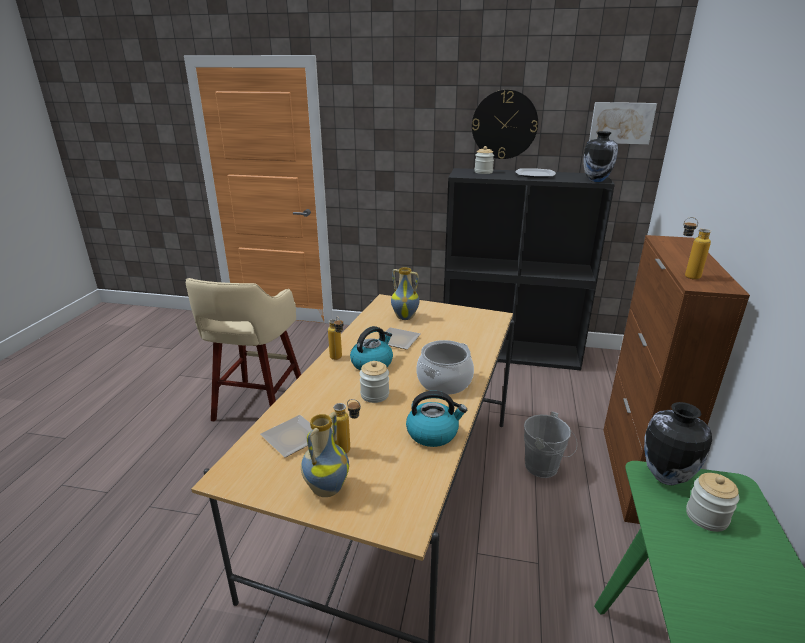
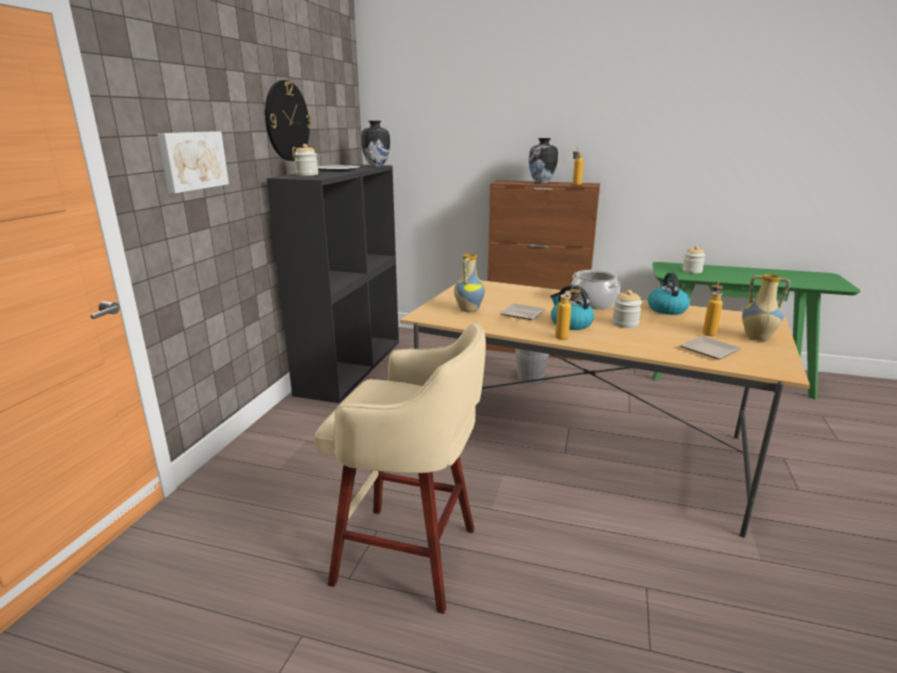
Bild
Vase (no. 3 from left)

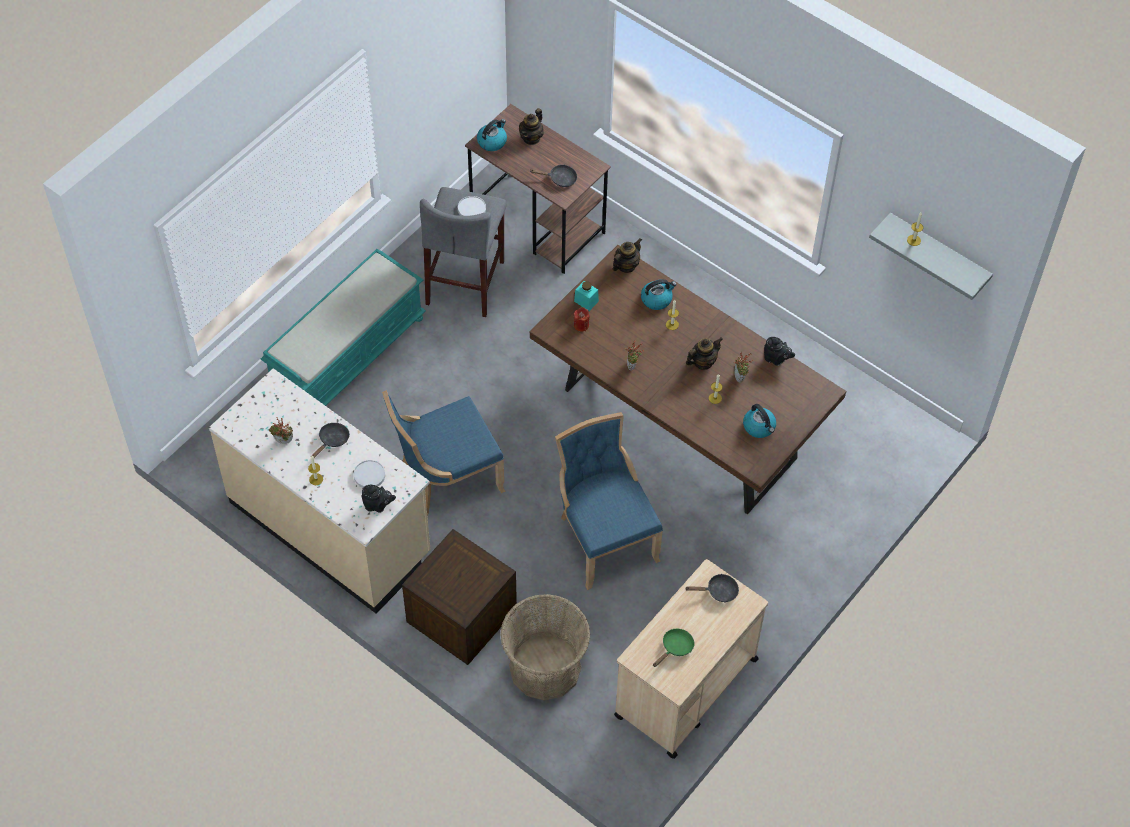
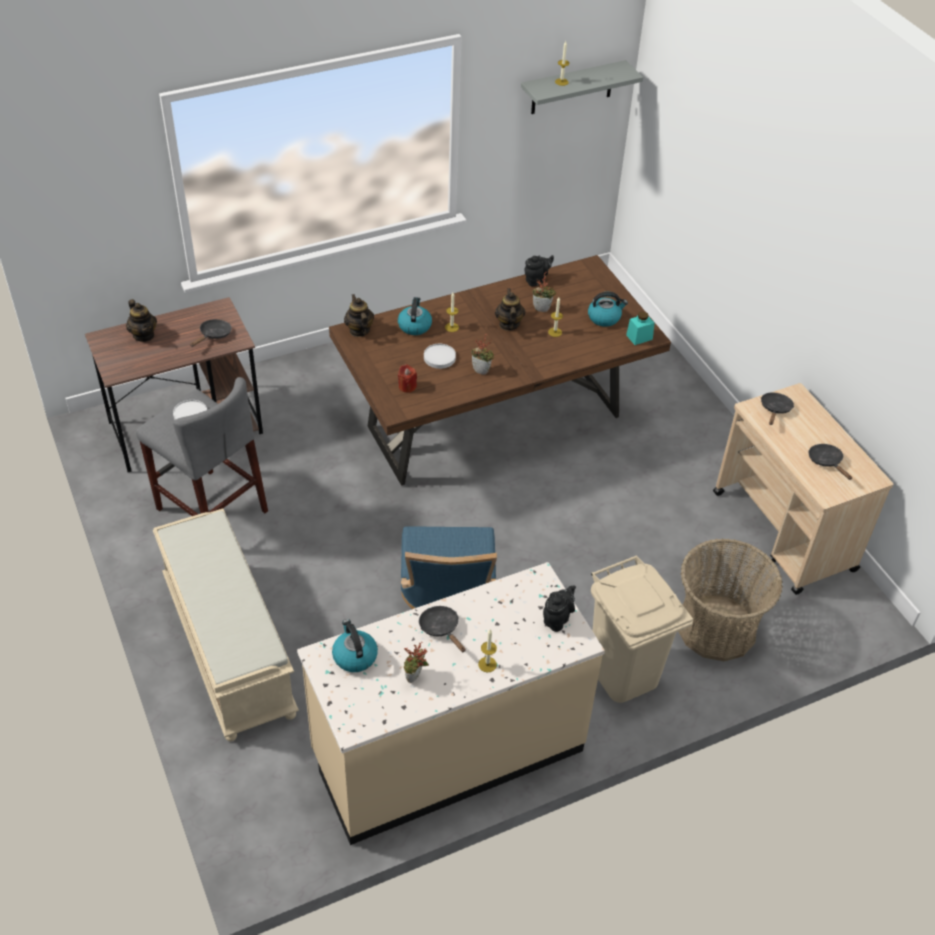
Bank/beige
Teller/weiß (no. 2 from left)
Mülleimer/beige
Wasserkessel (no. 1 from left)
Stuhl/blau (no. 2 from left in the first image)
Vorratsglas/türkis
Pfanne/schwarz (no. 4 from left)

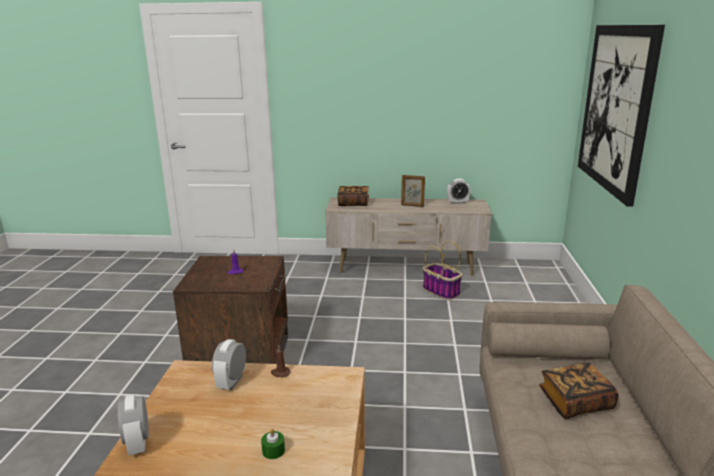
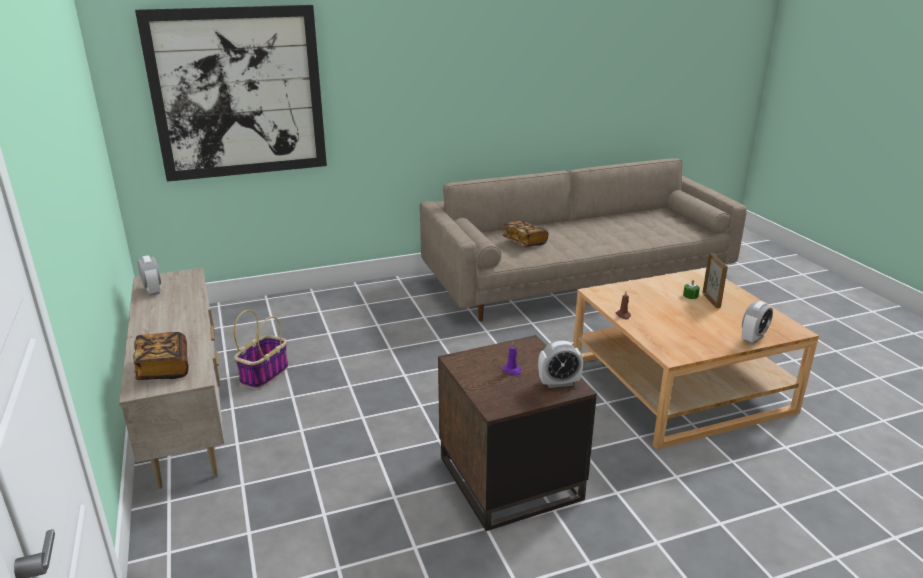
Wecker (no. 2 from left)
Bilderrahmen

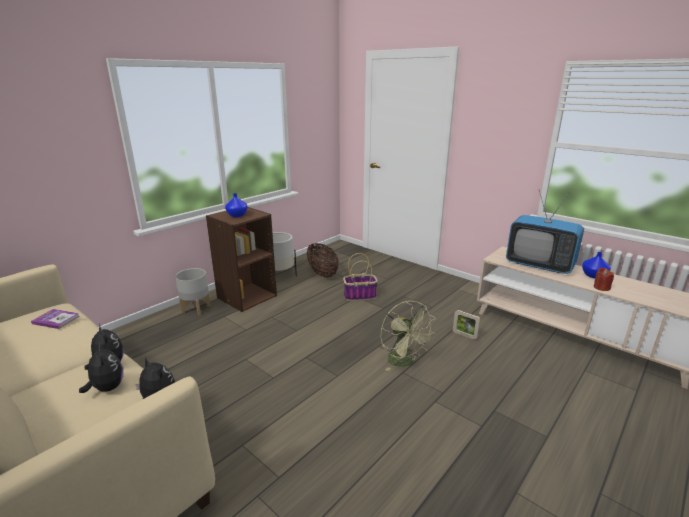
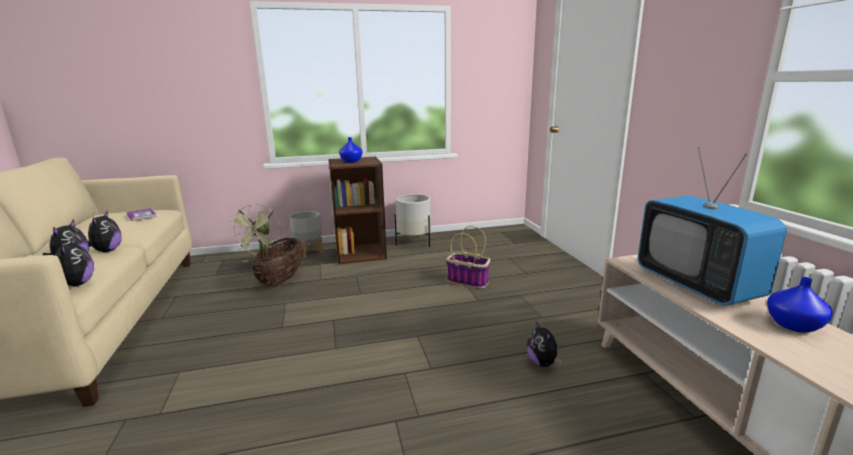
Korb (no. 1 from left)
Ventilator/grün
Plüschtier (no. 4 from left)
Kerze/rot

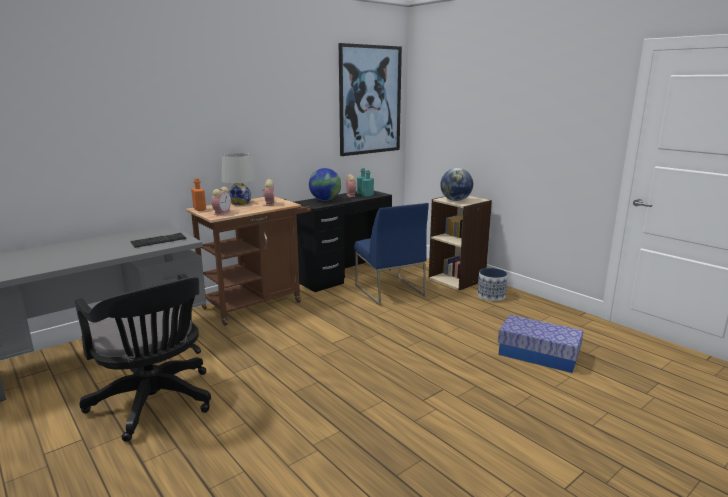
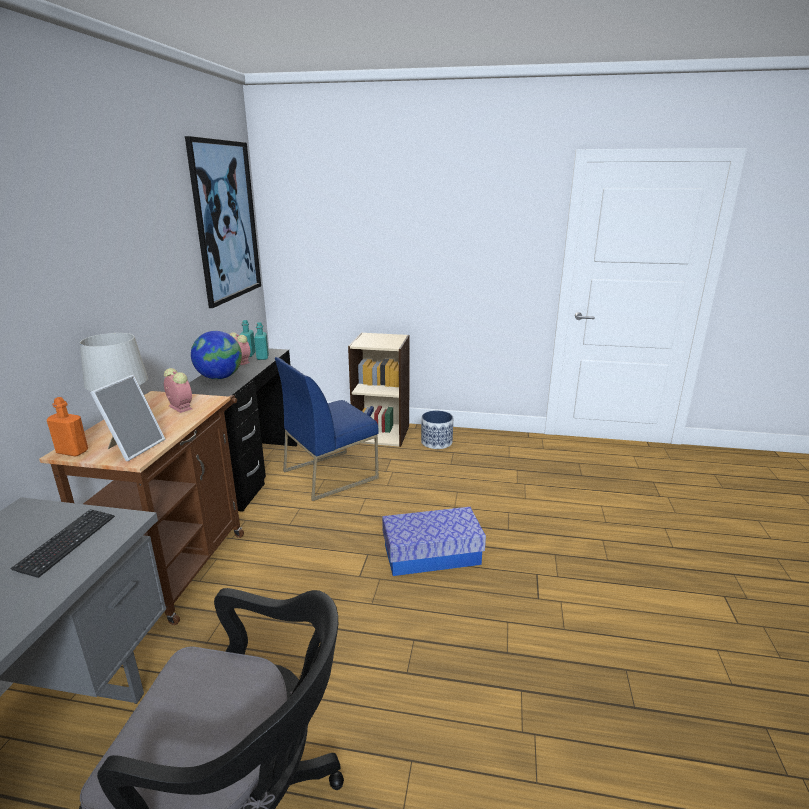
Bilderrahmen
Stuhl/blau
Globus (no. 2 from left in the first image)
Aufbewahrungsbox

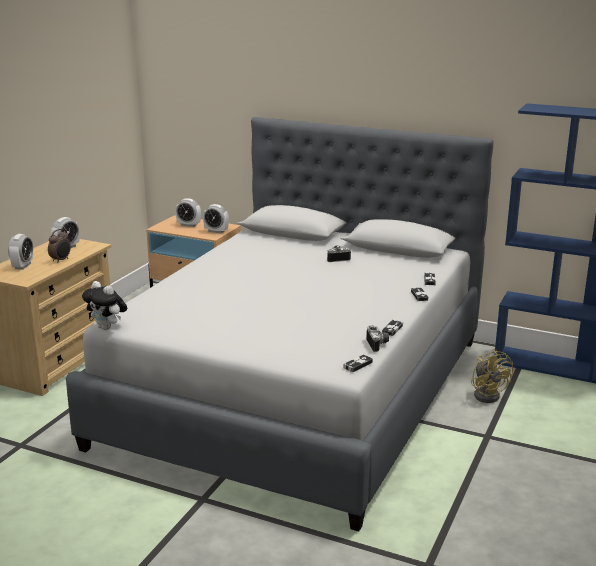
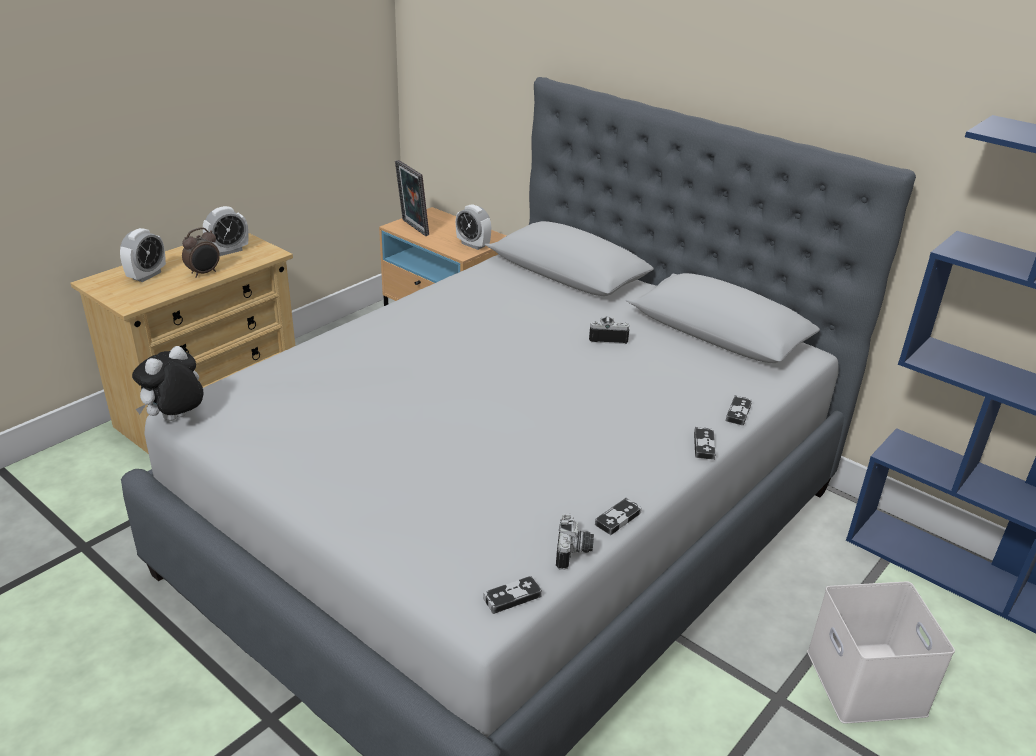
Plüschtier
Wecker (no. 4 from left in the first image)
Ventilator/gelb
Bilderrahmen
Aufbewahrungsbox/weiß

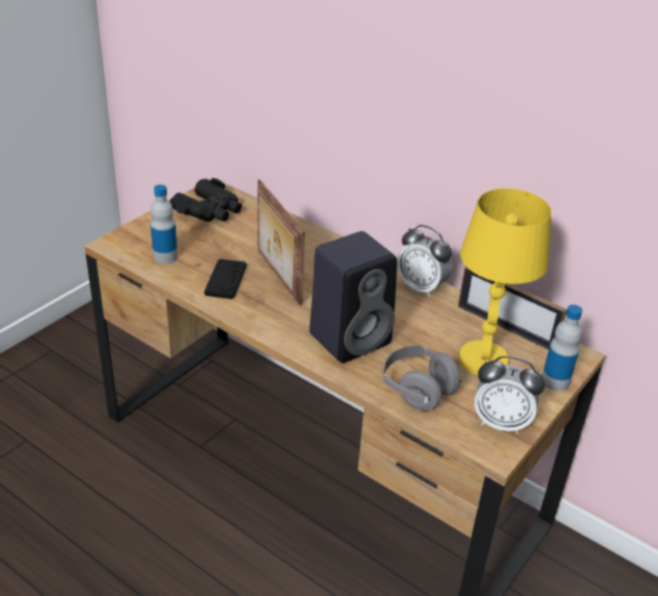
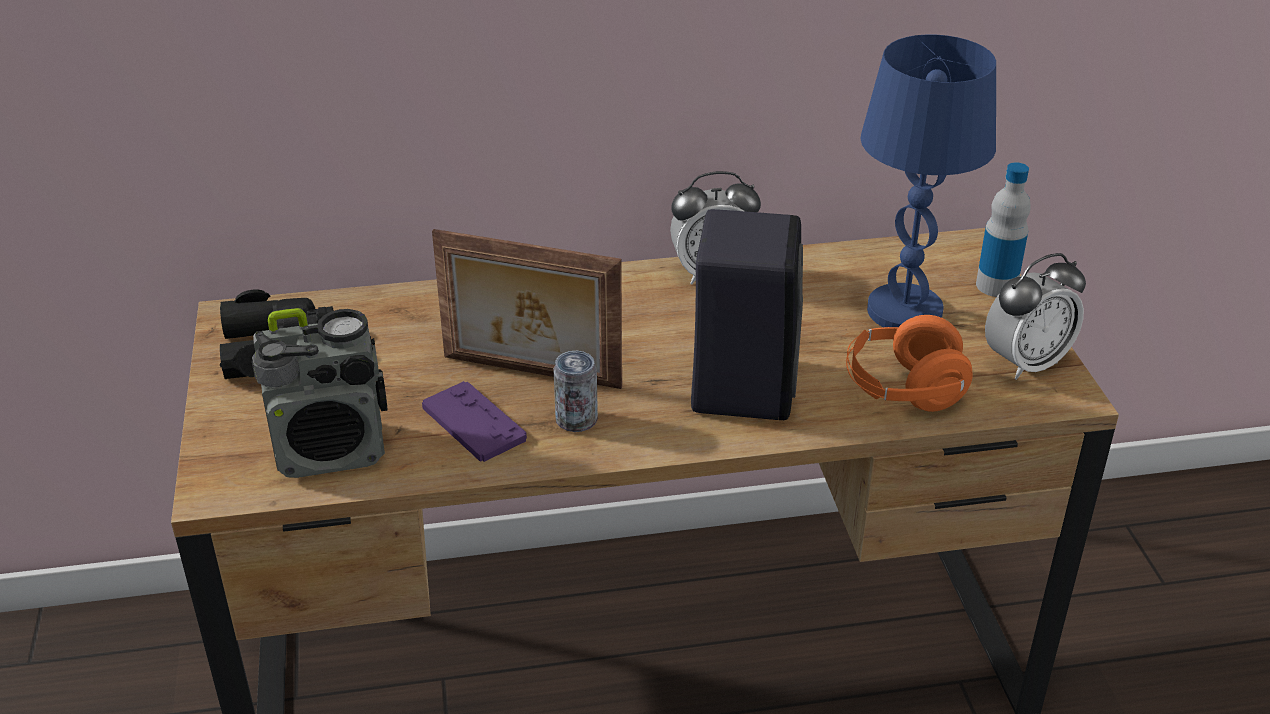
Radio
Gamepad/lila
Kopfhörer/orange
Bilderrahmen (no. 2 from left in the first image)
Tischlampe/blau
Dose

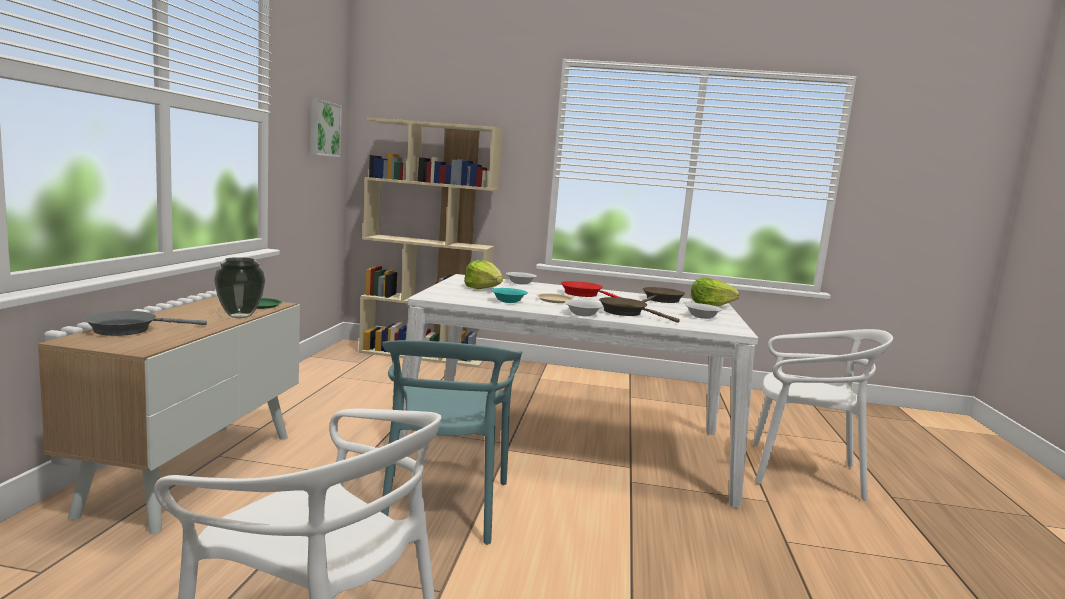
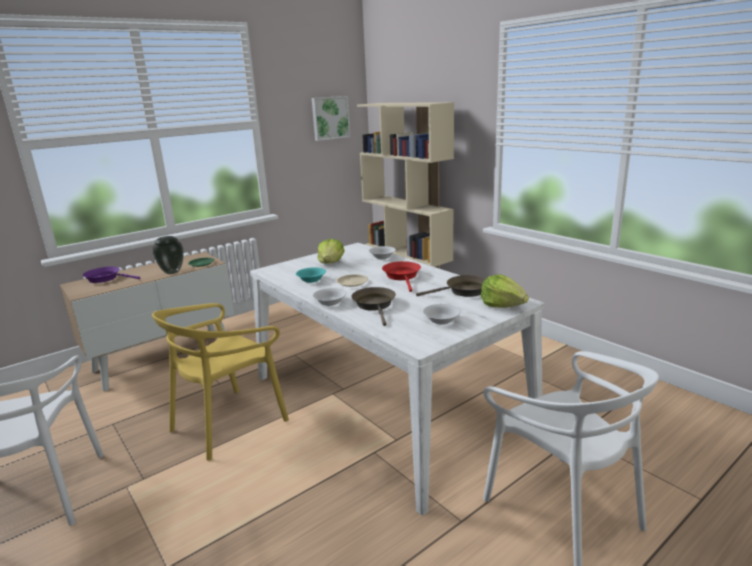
Pfanne/lila
Stuhl/gelb

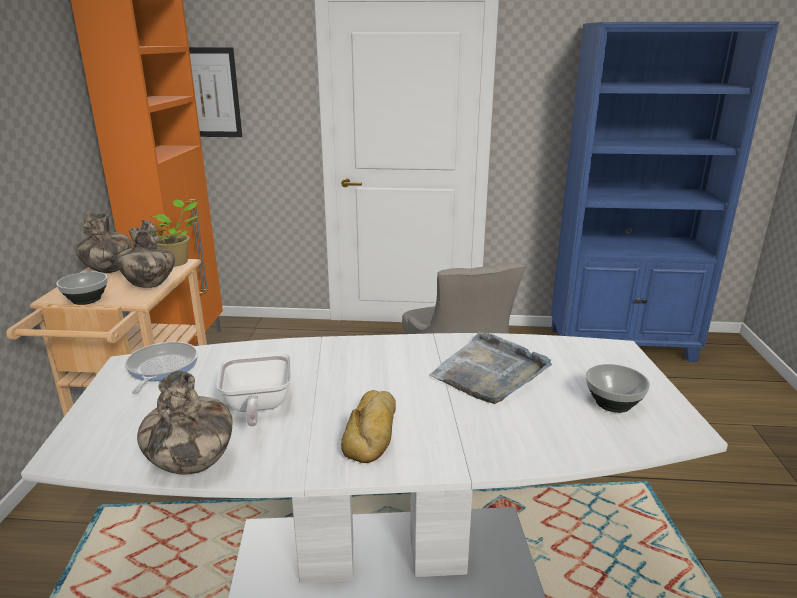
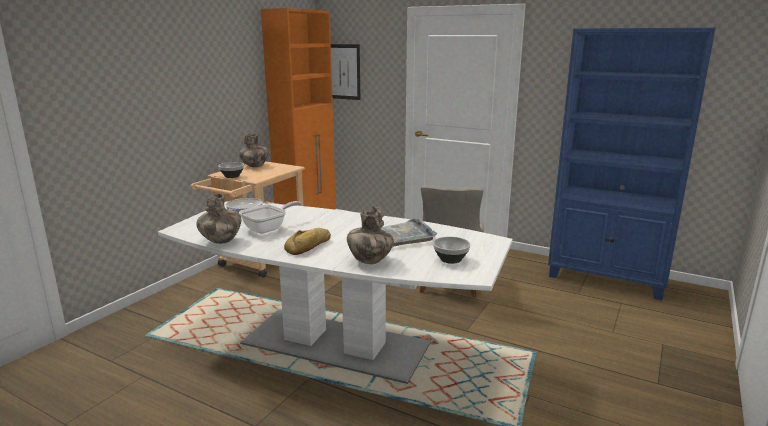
Vase (no. 3 from left)
Topfpflanze
Pfanne (no. 2 from left)

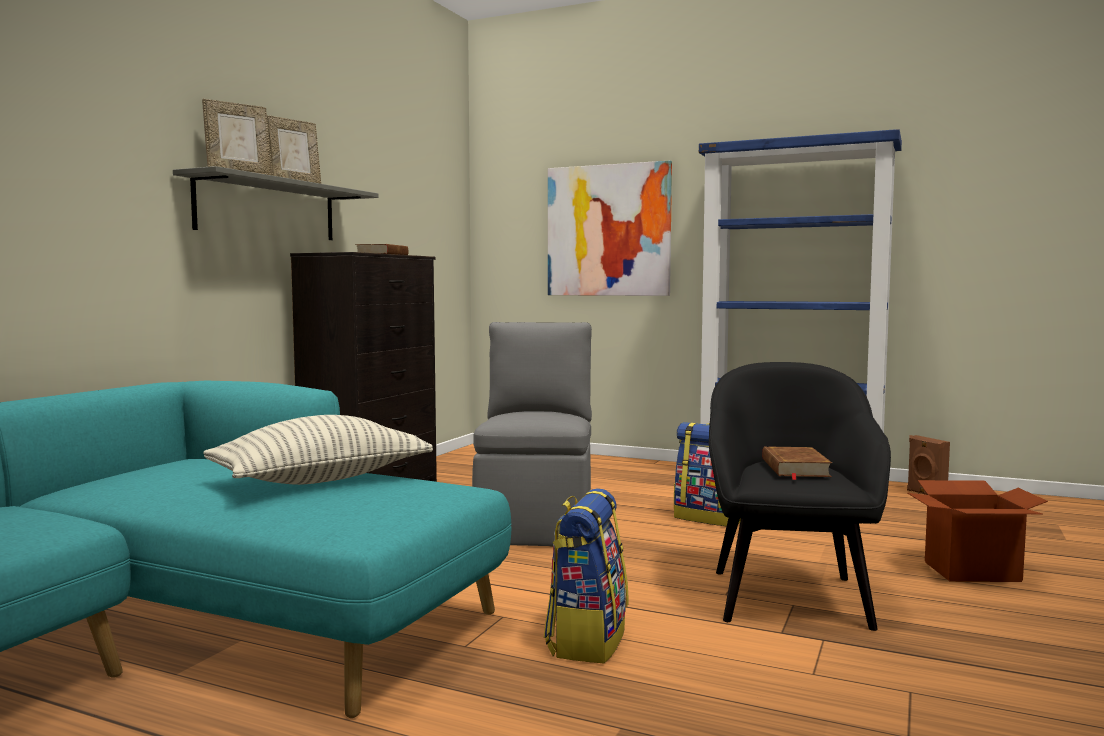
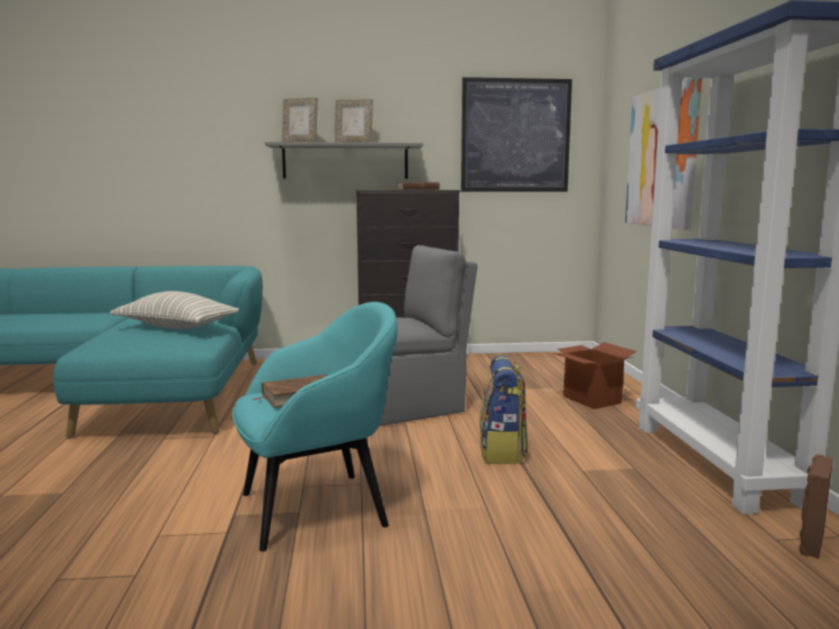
Rucksack (no. 1 from left in the first image)
Sessel/türkis
Karton
Bild (no. 1 from left)

